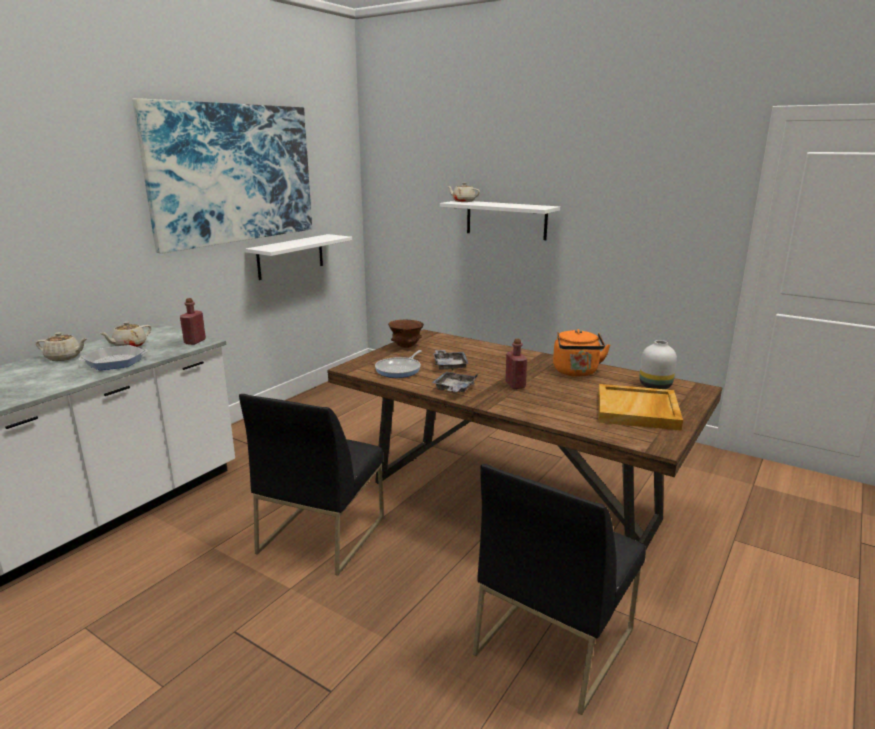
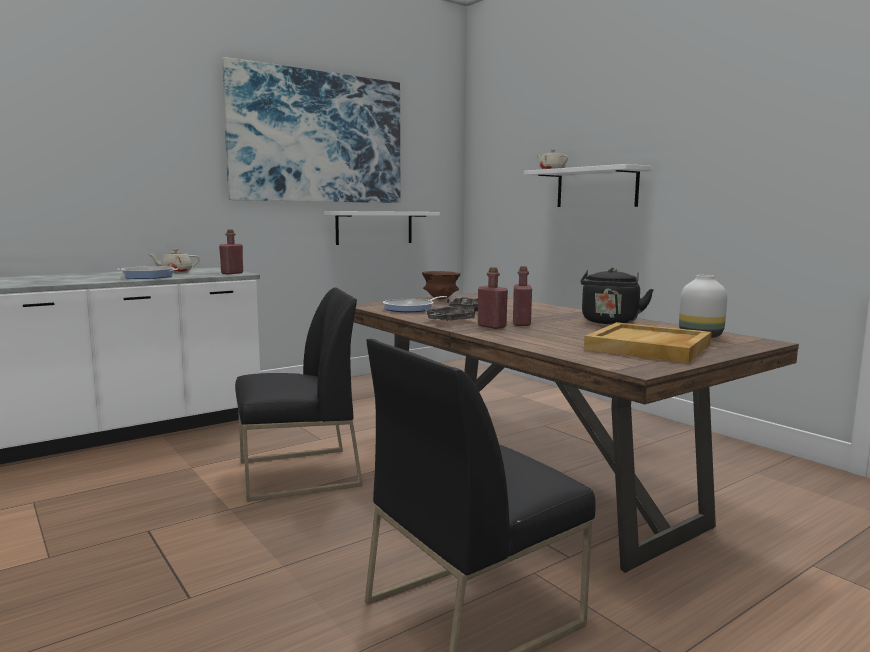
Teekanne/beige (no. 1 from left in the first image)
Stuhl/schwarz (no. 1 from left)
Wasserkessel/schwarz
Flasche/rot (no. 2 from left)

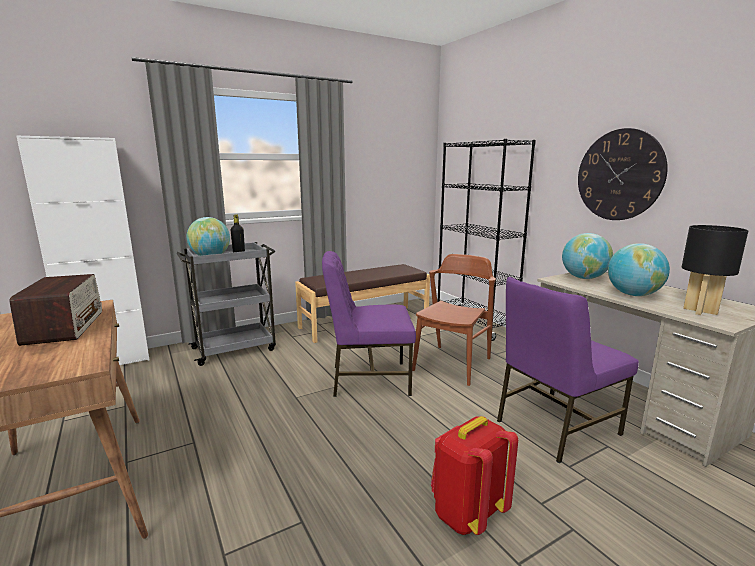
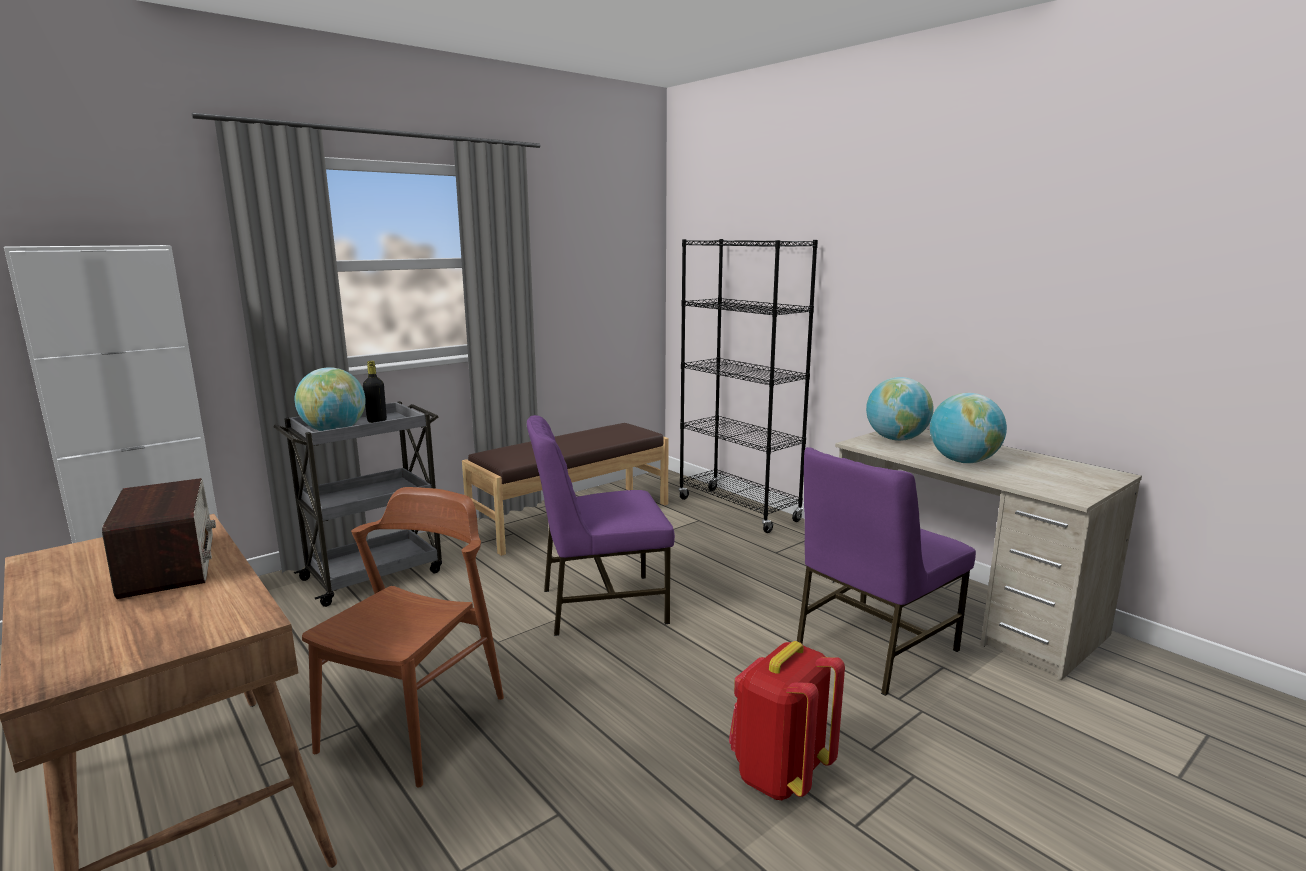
Stuhl/braun
Wanduhr
Tischlampe/schwarz

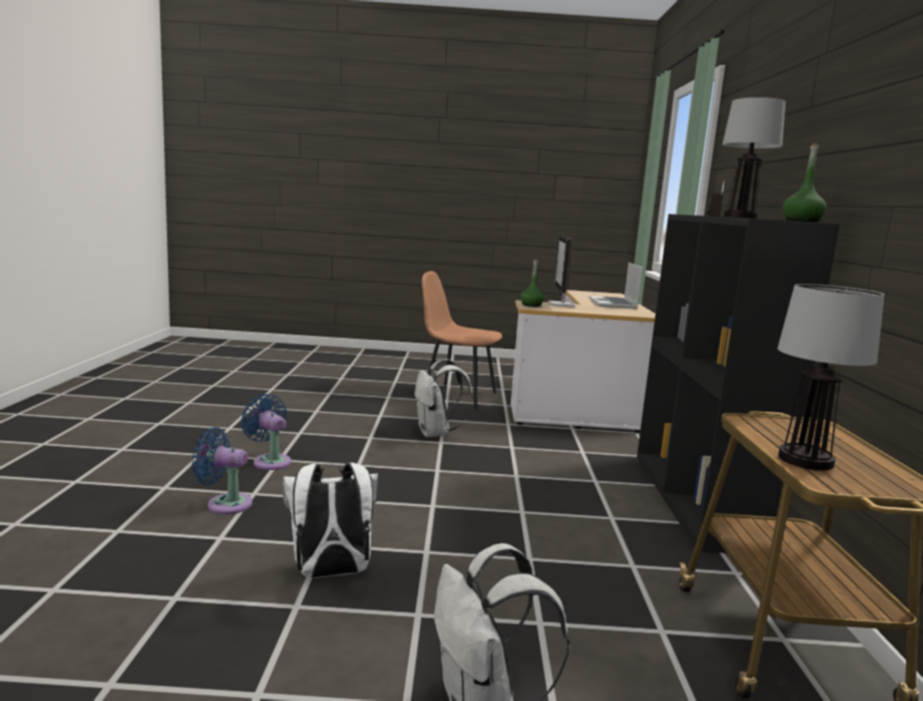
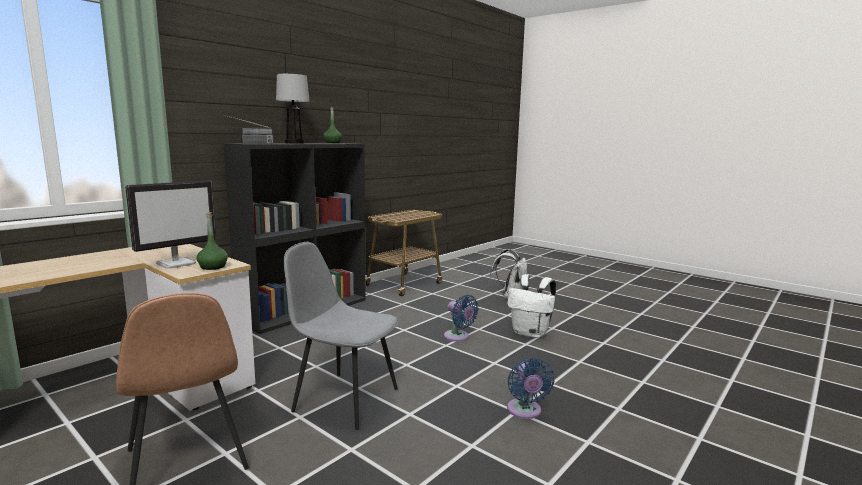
Ventilator/blau (no. 1 from left)
Stuhl/grau
Laptop
Tischlampe (no. 2 from left in the first image)

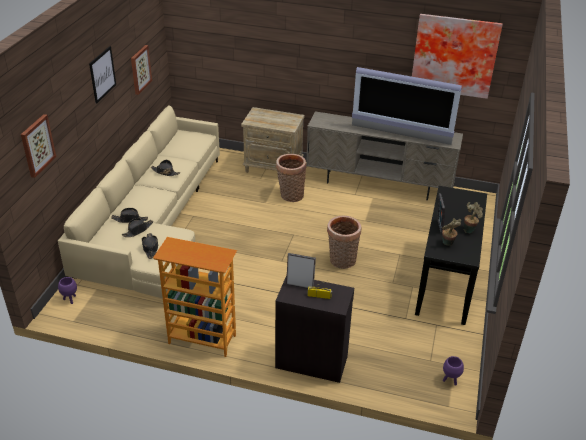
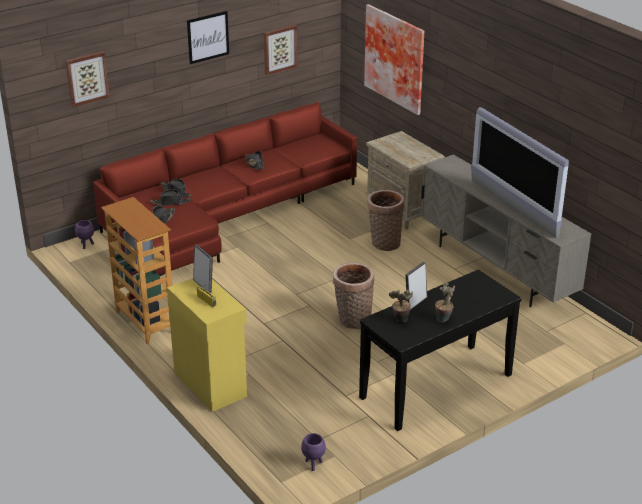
Sofa/rot
Schrank/gelb
Bild (no. 4 from left)

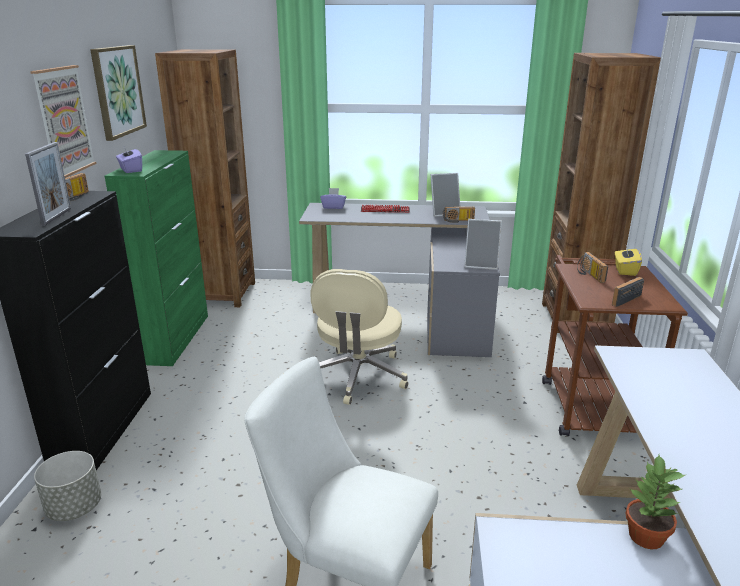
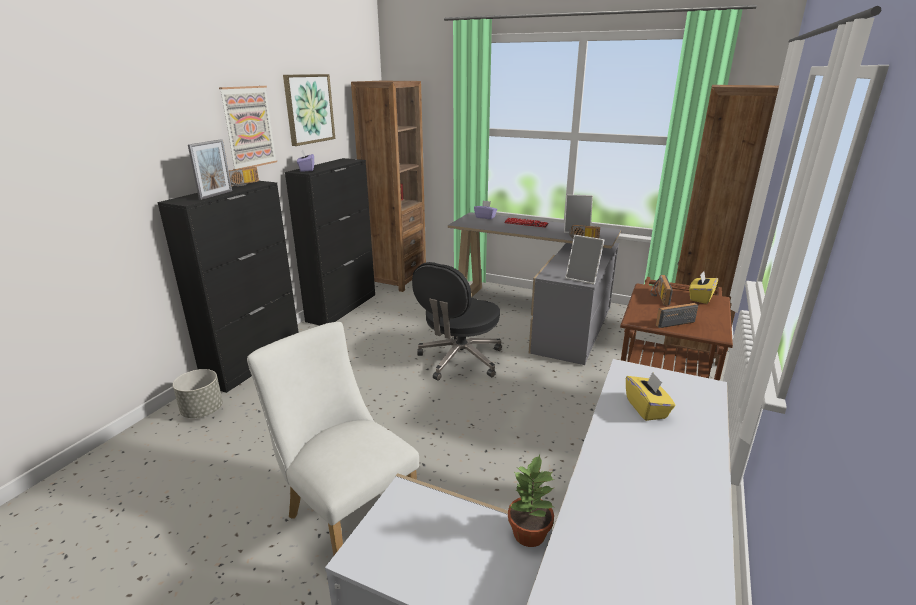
Schrank/schwarz (no. 2 from left)
Bürostuhl/schwarz
Taschentuchbox/gelb (no. 1 from left)

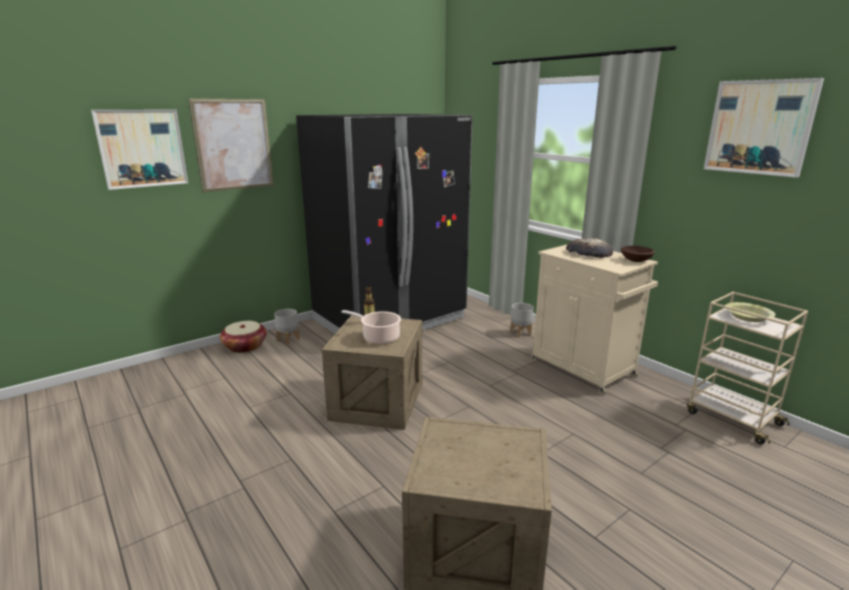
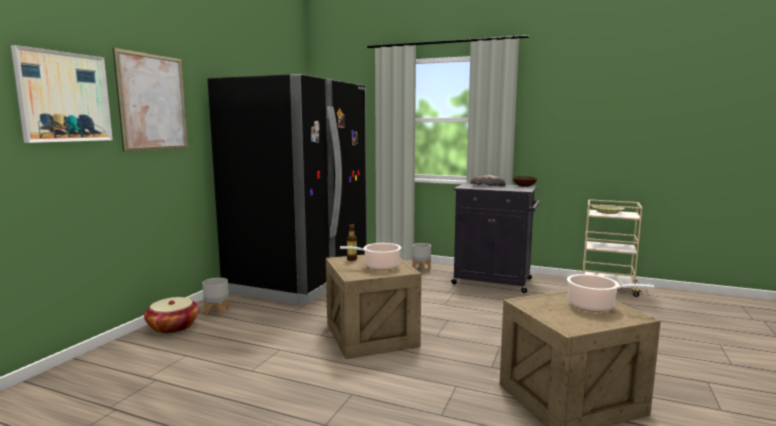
Schrank/schwarz
Bild (no. 3 from left in the first image)
Kochtopf (no. 2 from left)

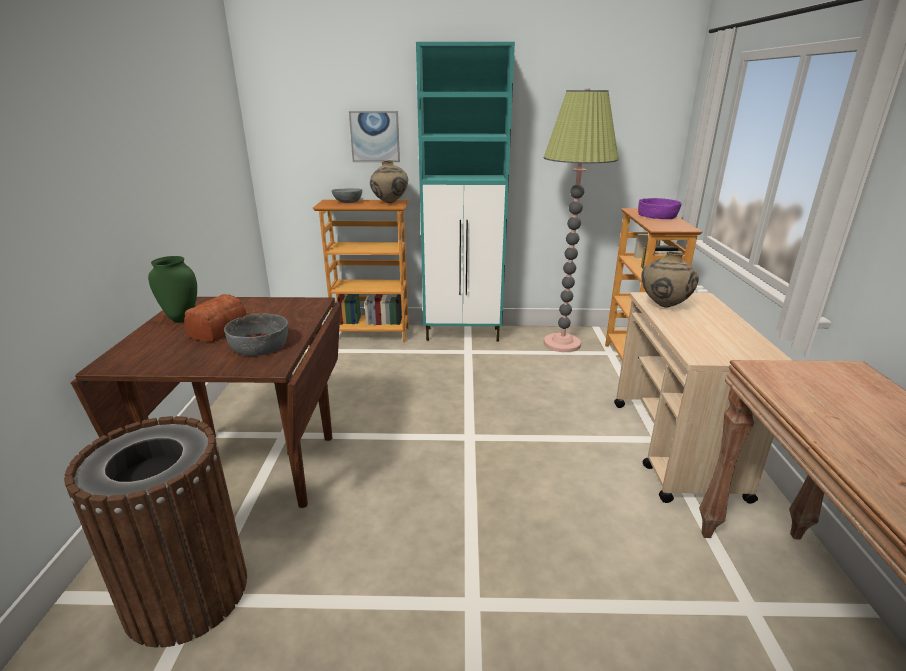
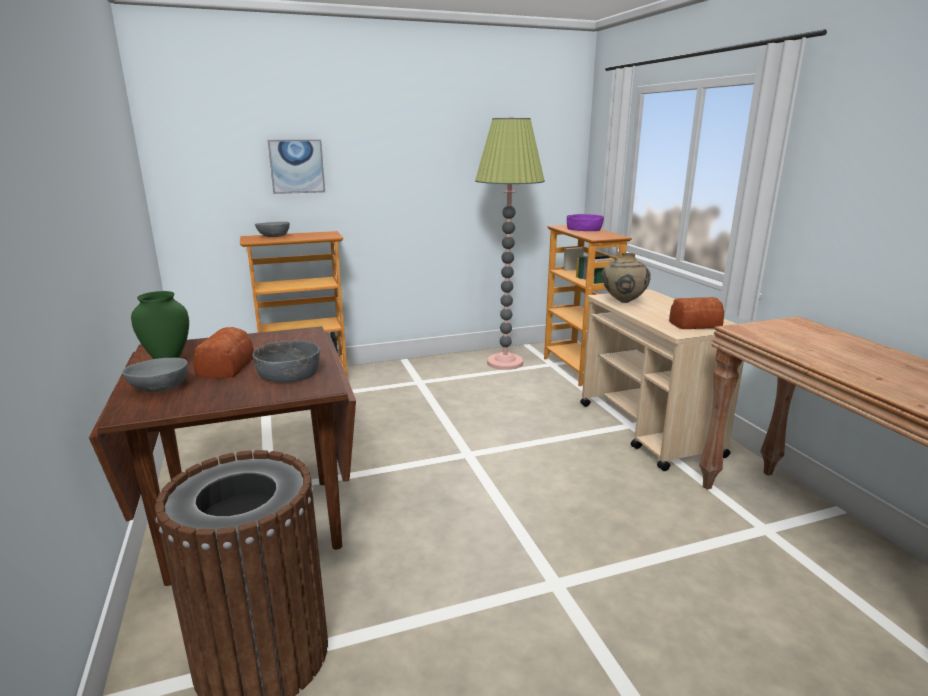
Vase/beige (no. 1 from left in the first image)
Schrank/türkis
Schüssel/grau (no. 1 from left)
Brot (no. 2 from left)

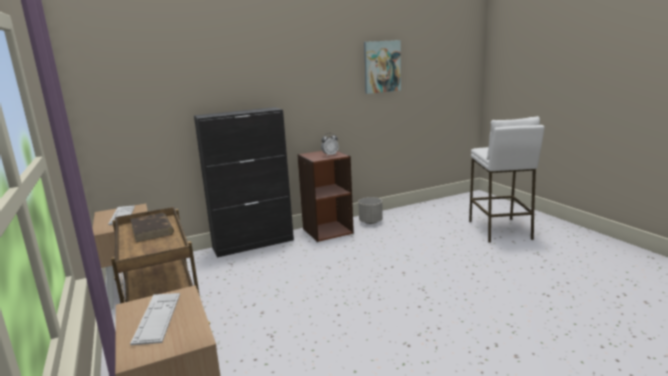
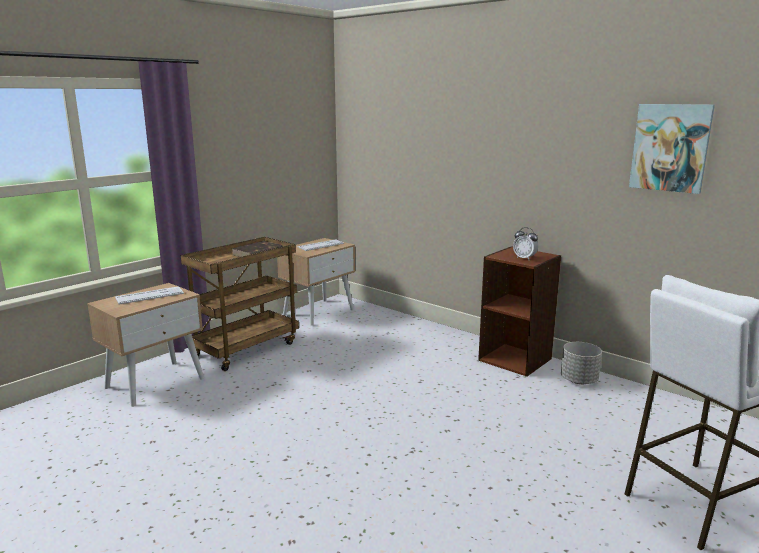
Schrank/schwarz

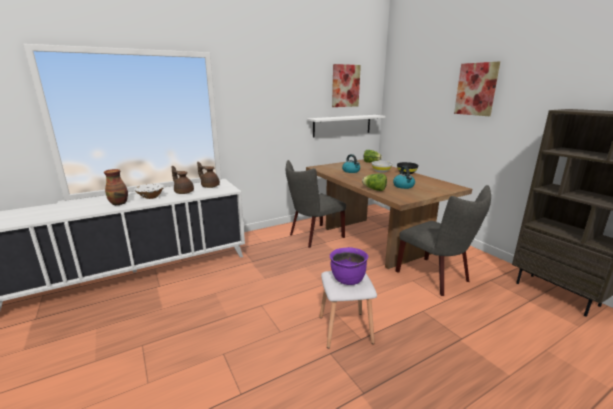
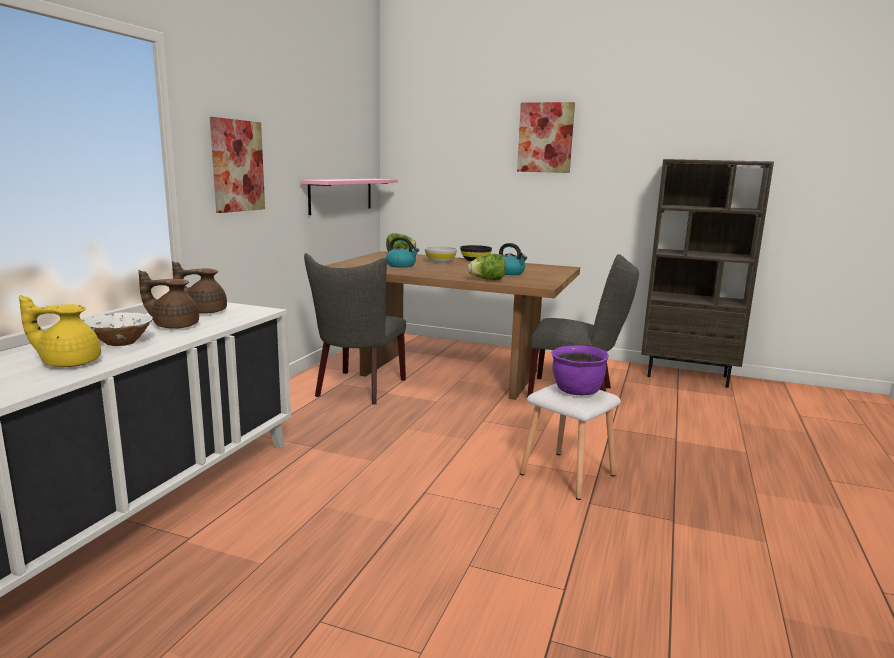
Teekanne/gelb
Wandregal/rosa
Bild (no. 1 from left)

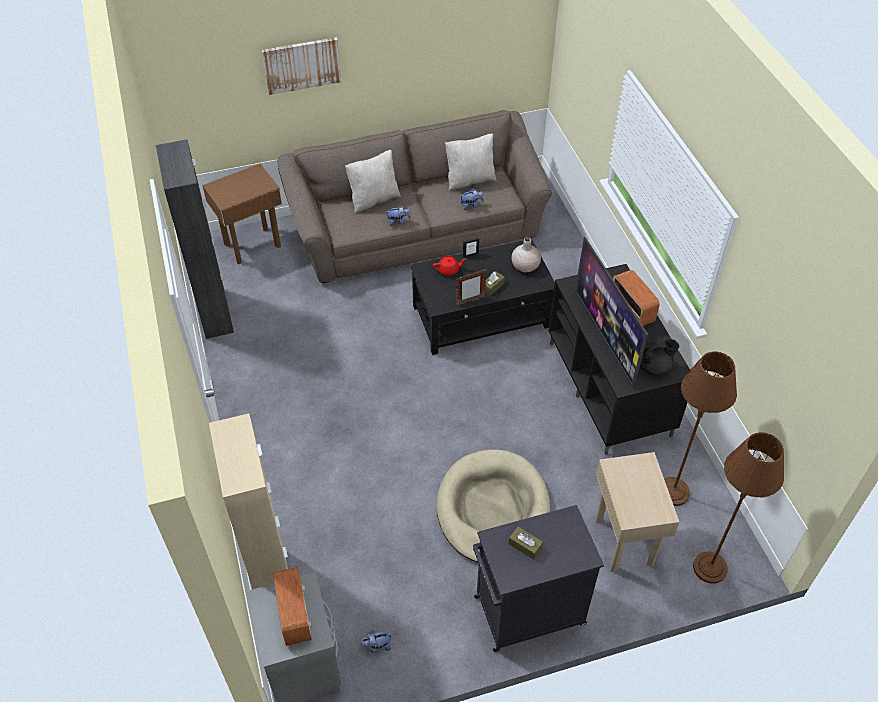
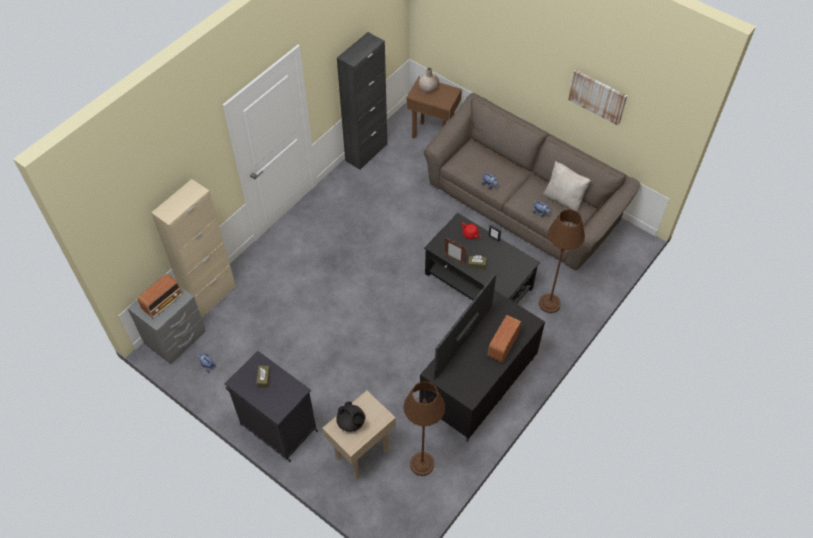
Bild
Kissen/beige (no. 1 from left in the first image)
Hundebett/beige
Vase/beige
Teekanne/schwarz
Stehlampe/braun (no. 2 from left)

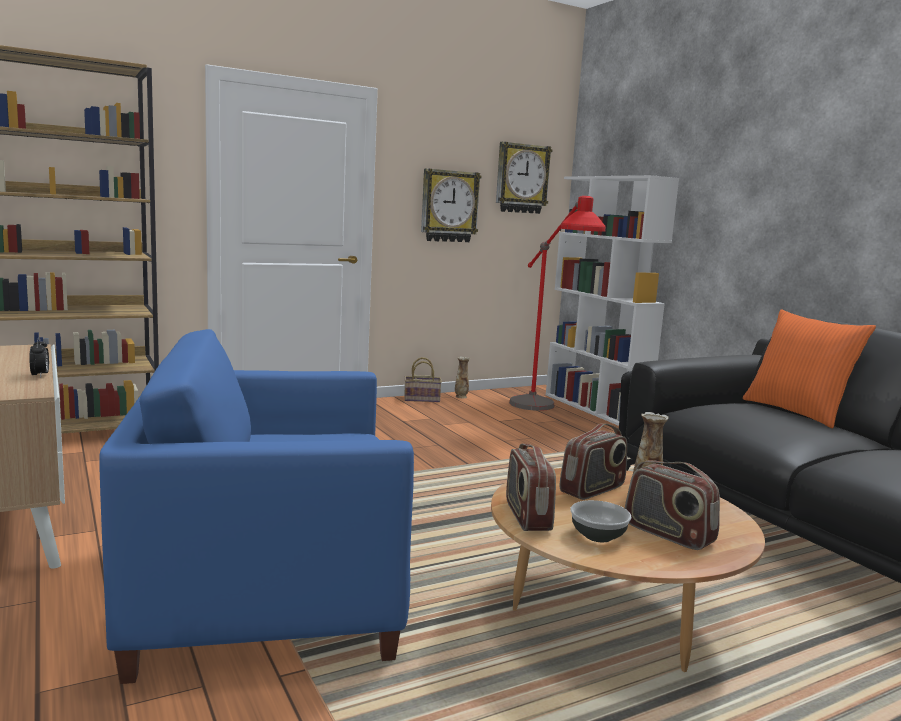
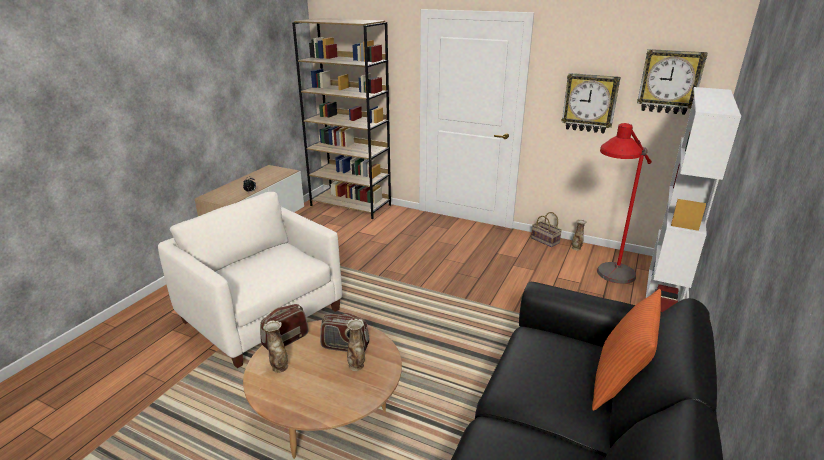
Sessel/weiß
Vase (no. 1 from left)
Radio (no. 3 from left in the first image)

